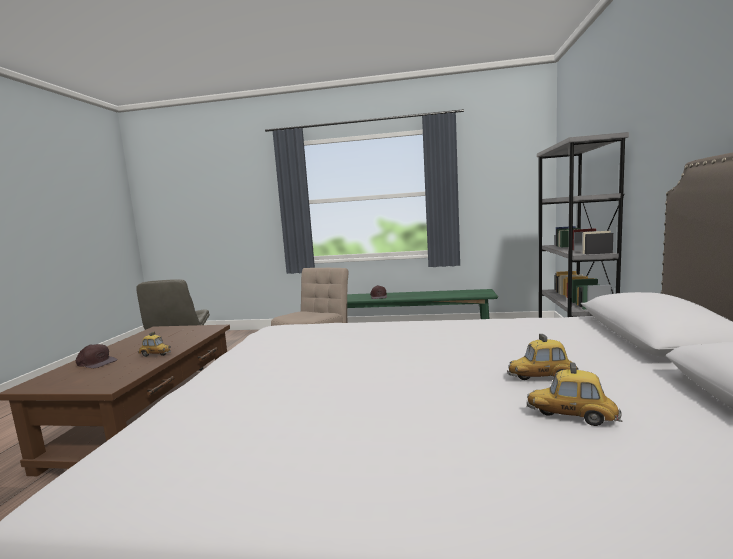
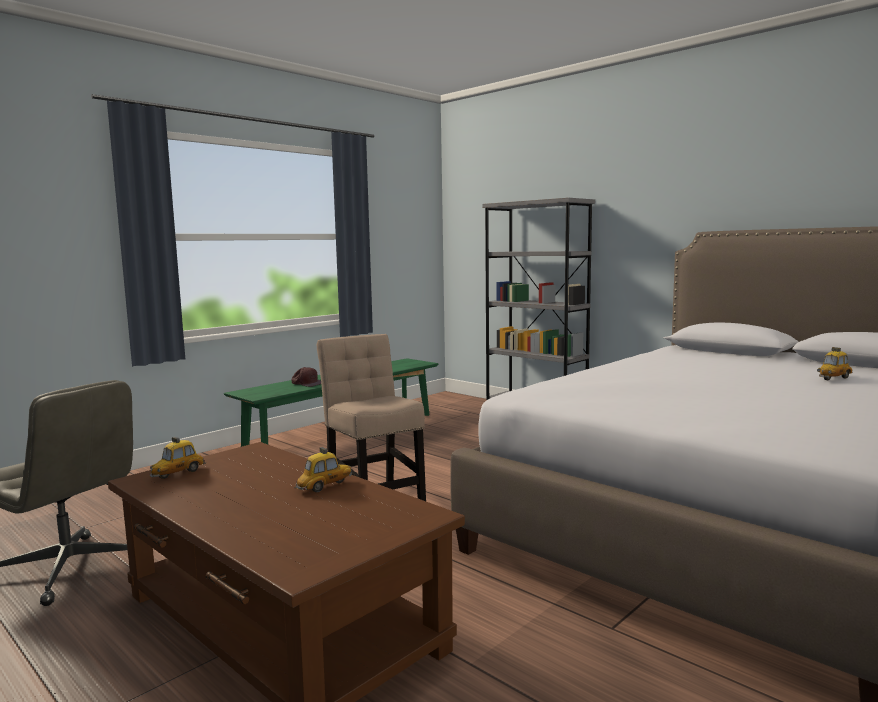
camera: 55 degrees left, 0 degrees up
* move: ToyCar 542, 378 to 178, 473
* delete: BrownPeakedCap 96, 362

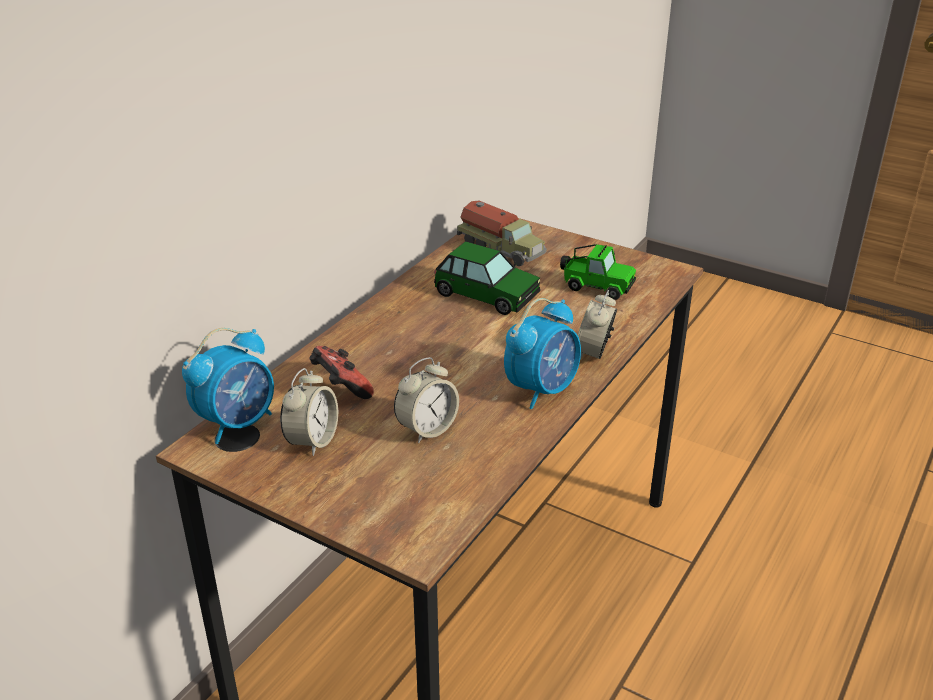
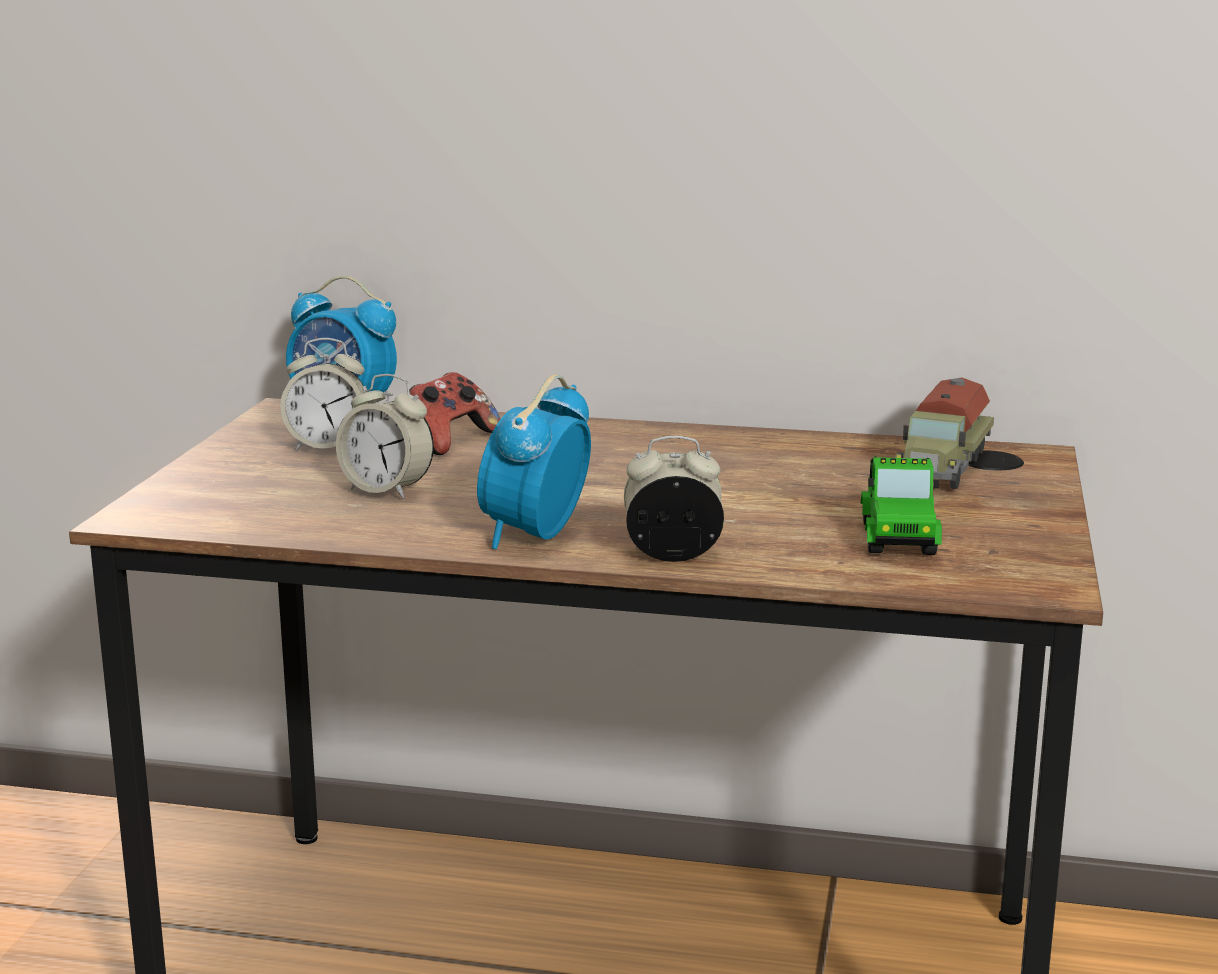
camera: 70 degrees right, 15 degrees down
* delete: ToyCar 486, 294
* rotate: TableClock 542, 389 = 534, 536 90 degrees clockwise

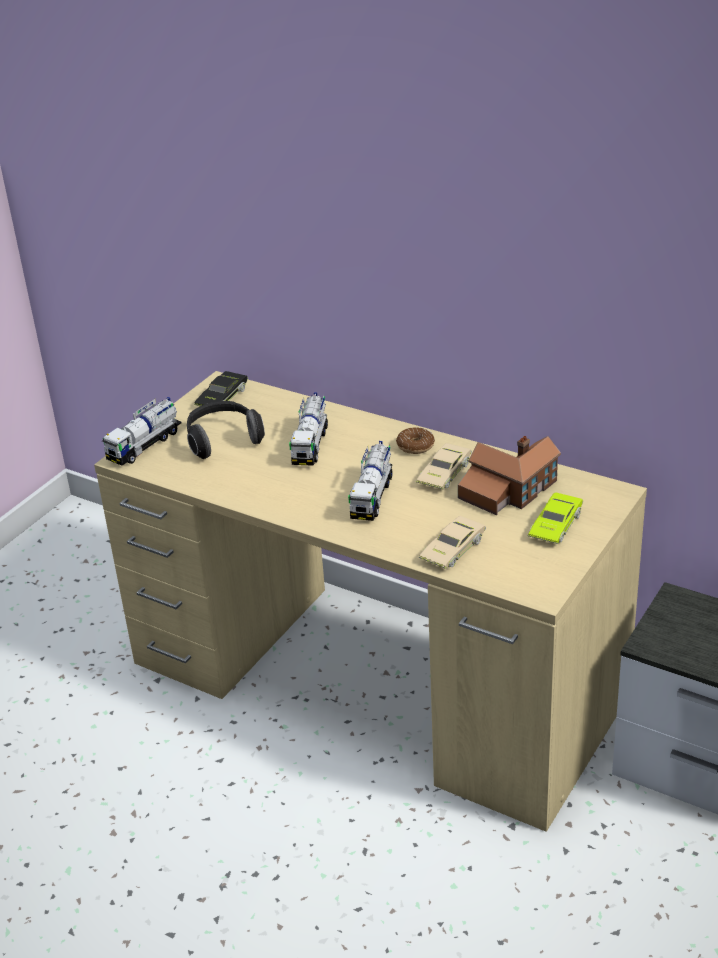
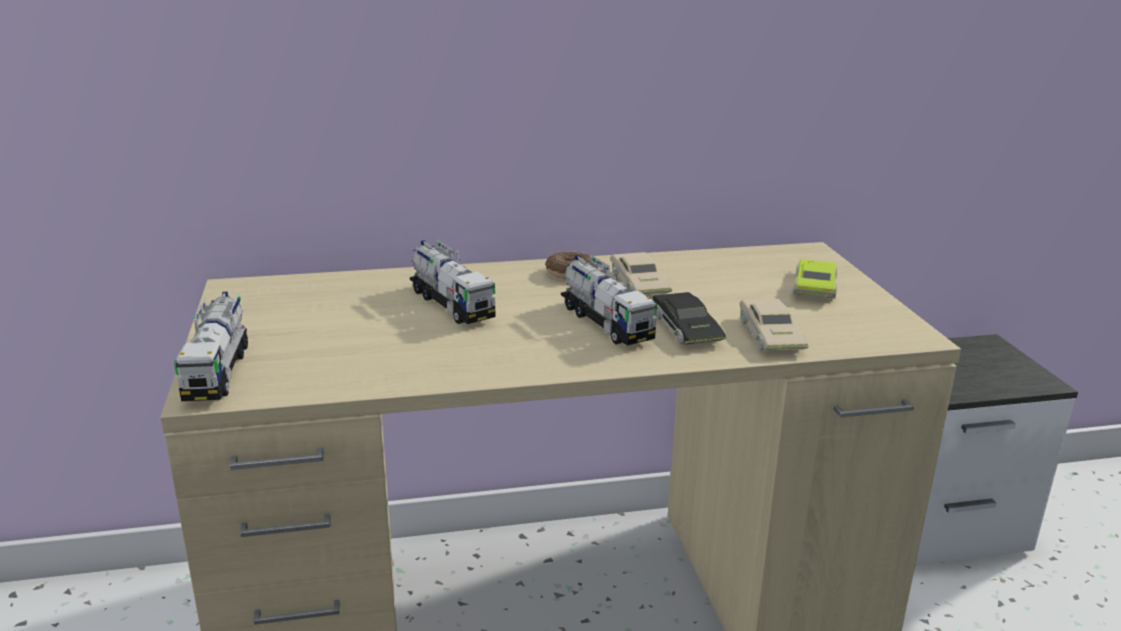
camera: 45 degrees left, 10 degrees down
* move: BlackToyCar 222, 397 to 686, 328
* delete: PairOfHeadphones 223, 440
* delete: ToyHouse 508, 490
* rotate: GreenToyCar 555, 525 = 814, 286 150 degrees counterclockwise

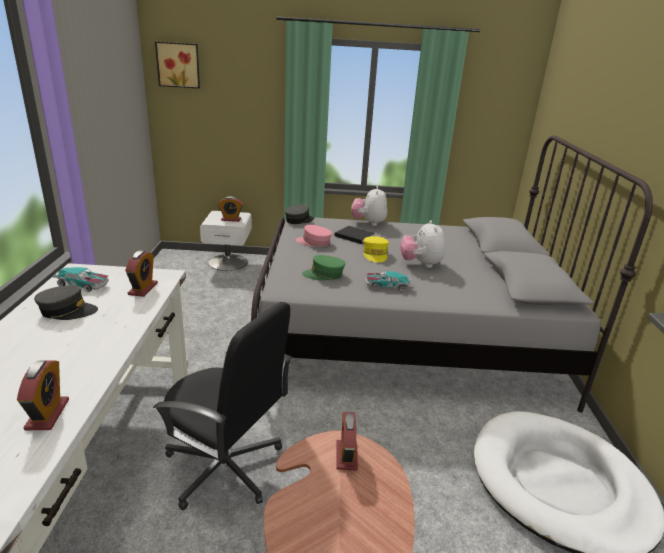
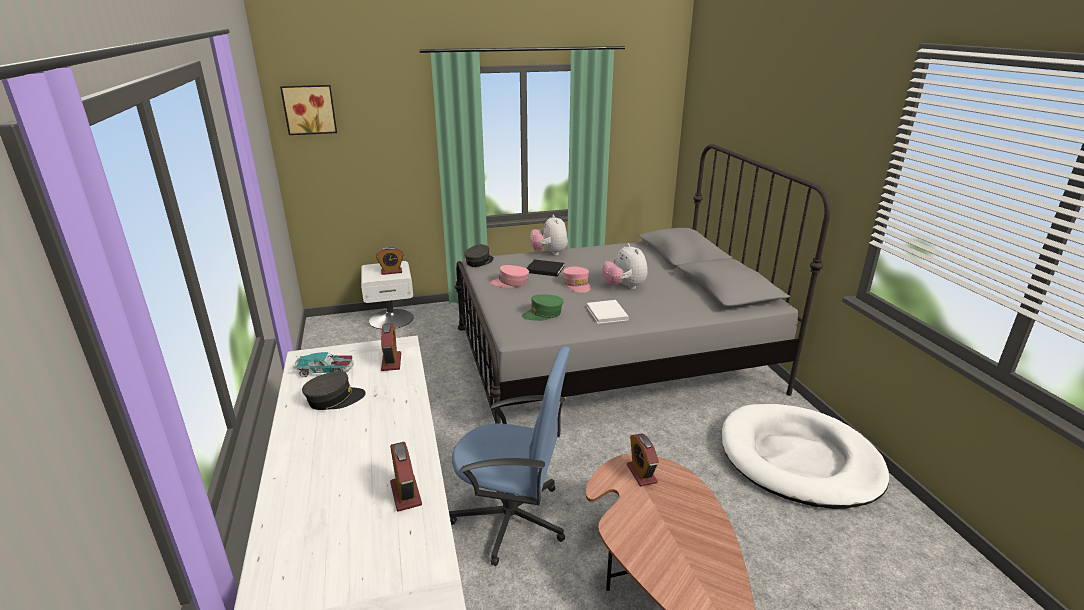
camera: 15 degrees left, 0 degrees up
* recolor: YellowPeakedCap 375, 254 to PinkPeakedCap 577, 285
* replace: ToyCar 386, 286 to WhiteVolume 607, 314
* recolor: BlackDeskChair 225, 467 to BlueDeskChair 512, 519

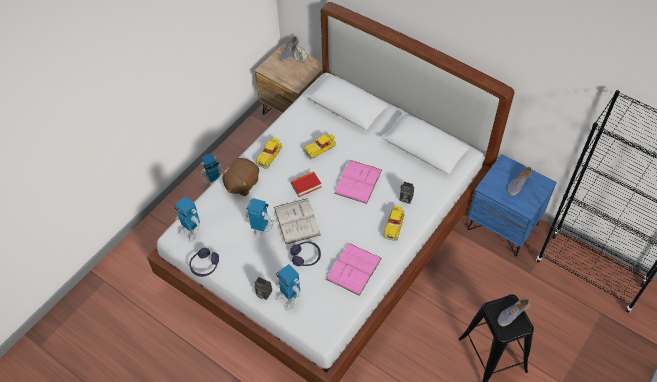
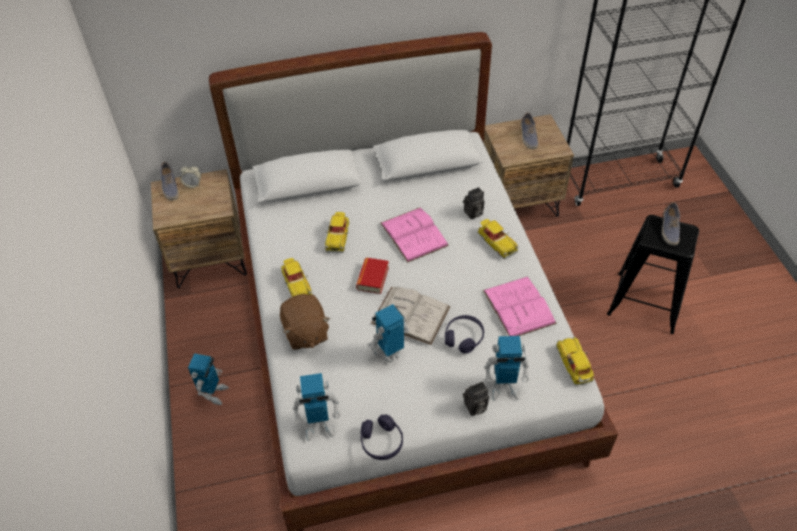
camera: 50 degrees left, 5 degrees down
* recolor: BlueBedsideTable 503, 226 to BrownBedsideTable 518, 202
* insert: ToyCar 574, 365

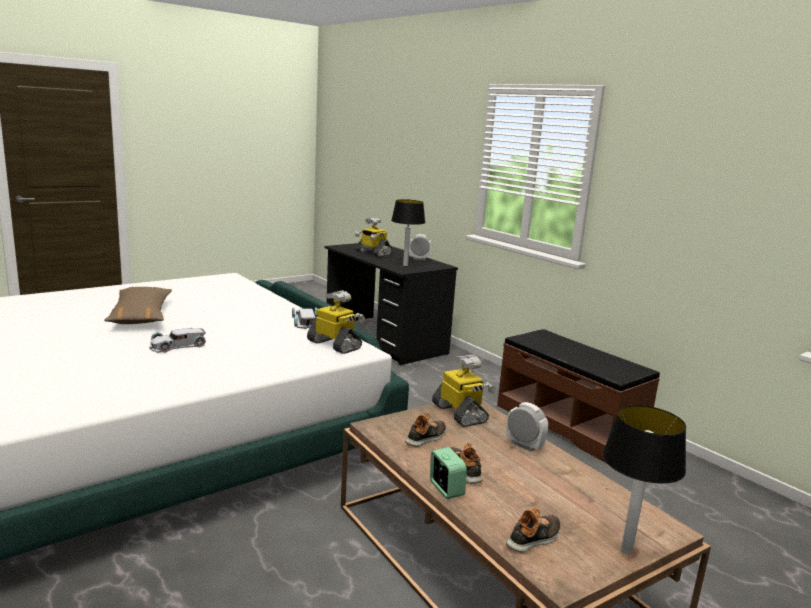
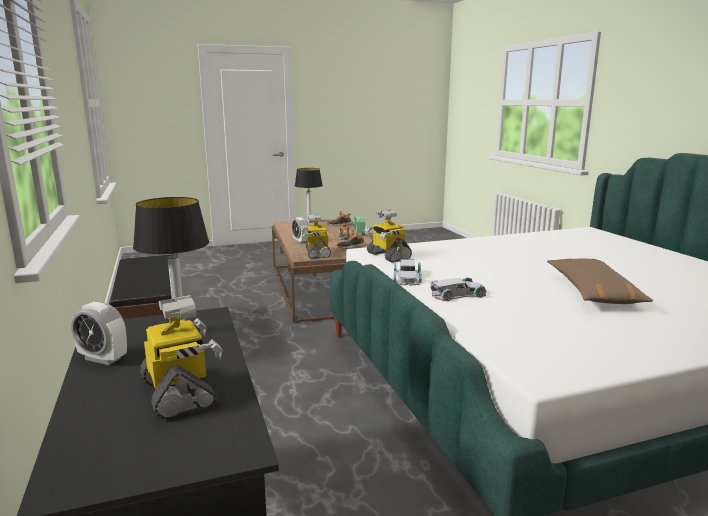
camera: 160 degrees left, 0 degrees up
* move: WhiteToyCar 177, 345 to 458, 295

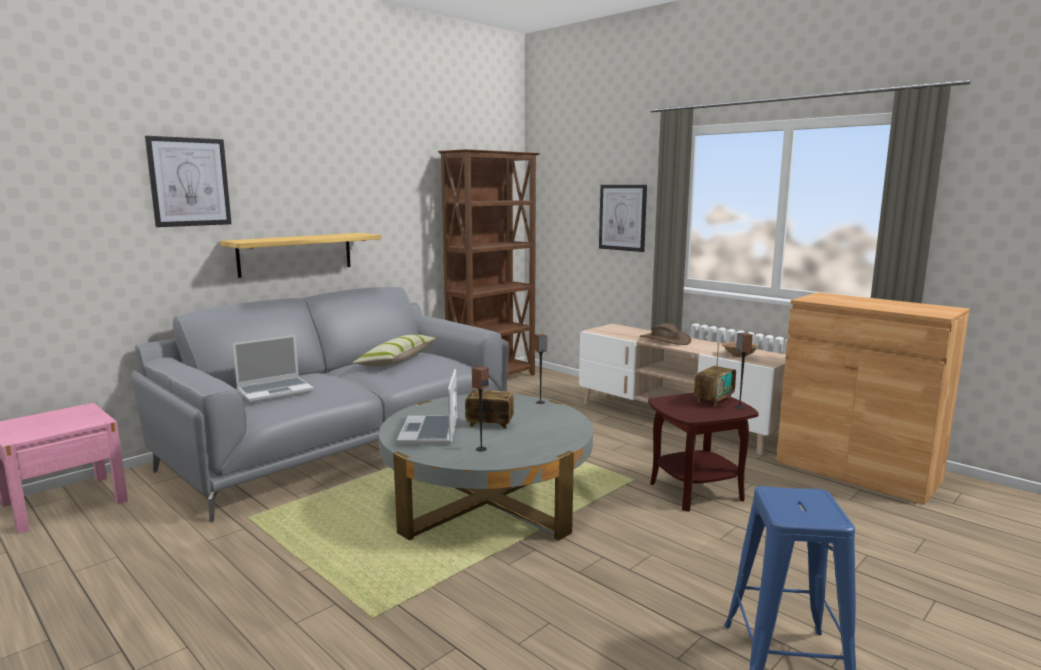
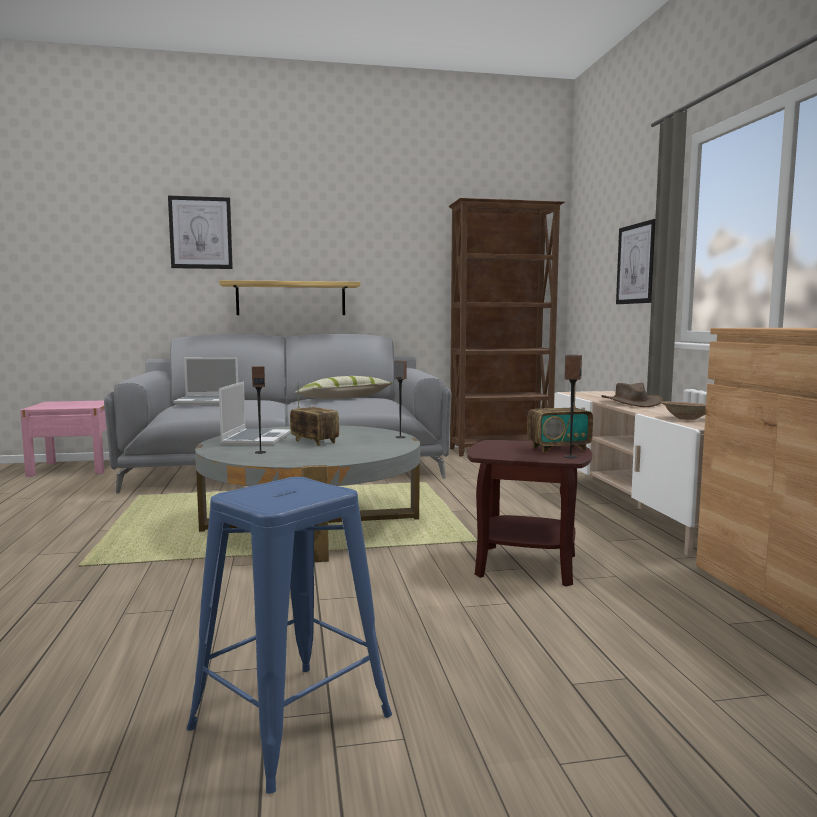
camera: 35 degrees right, 5 degrees down
* rotate: Laptop 430, 432 = 256, 439 150 degrees clockwise

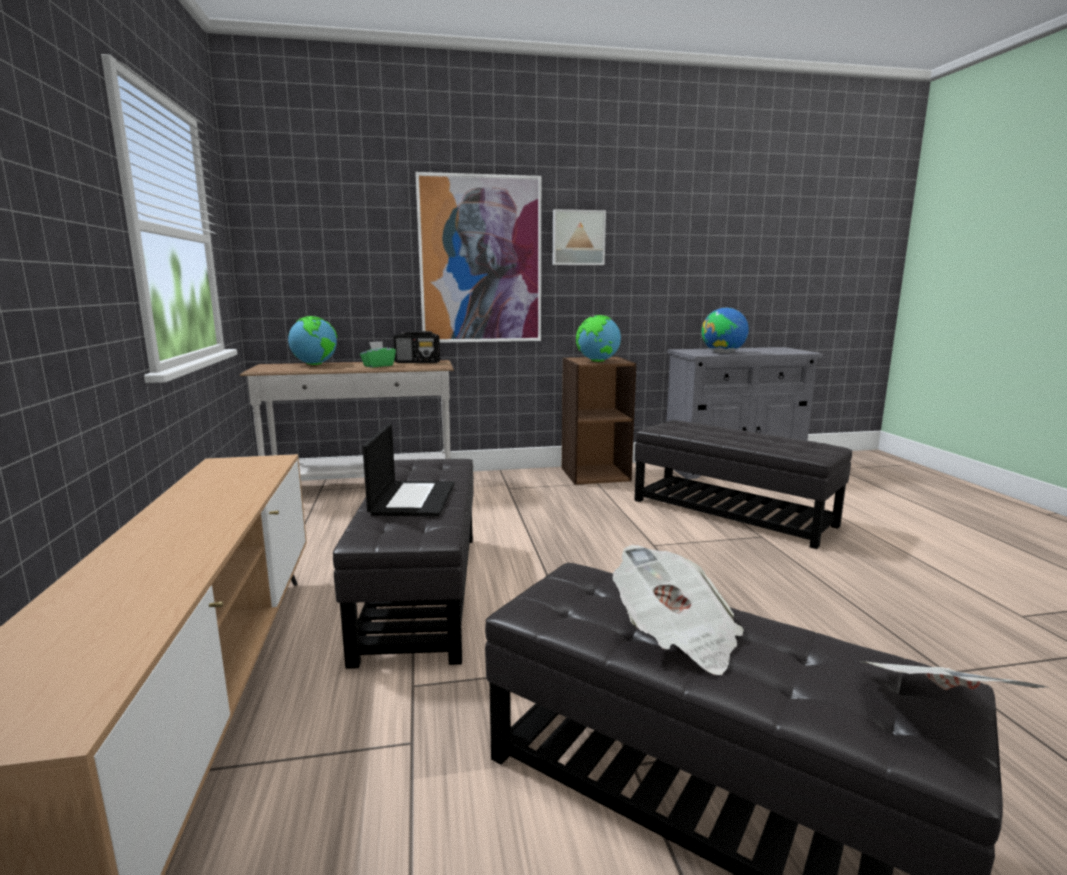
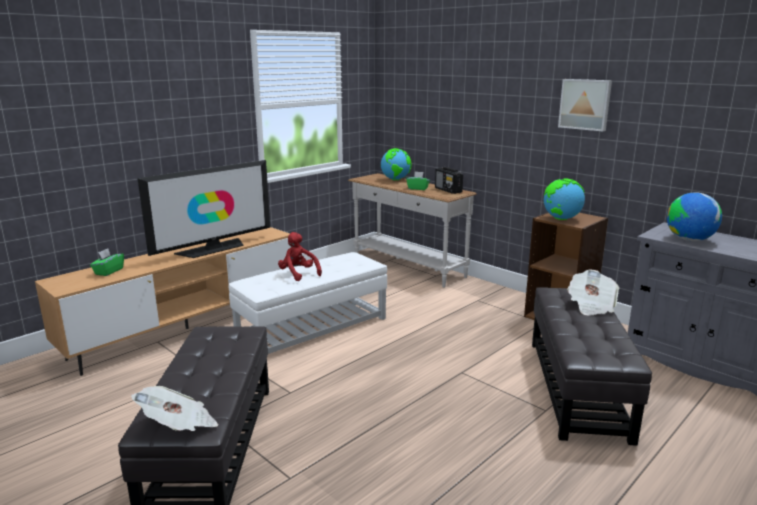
camera: 55 degrees right, 5 degrees up
* delete: WallArt 480, 260
* replace: Laptop 412, 498 to RedPlushToy 298, 274
* recolor: BlackFootrest 420, 591 to WhiteFootrest 312, 328
* move: PrintedPaper 676, 637 to 591, 305
* insert: Television 213, 249
* insert: GreenBoxOfTissues 108, 271

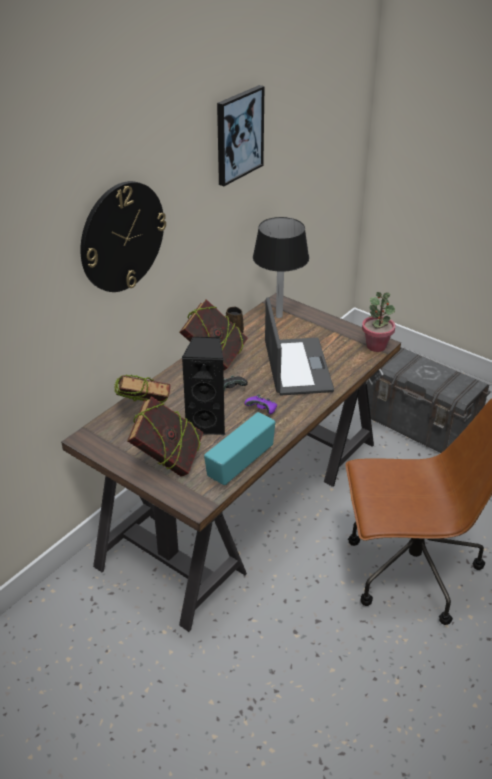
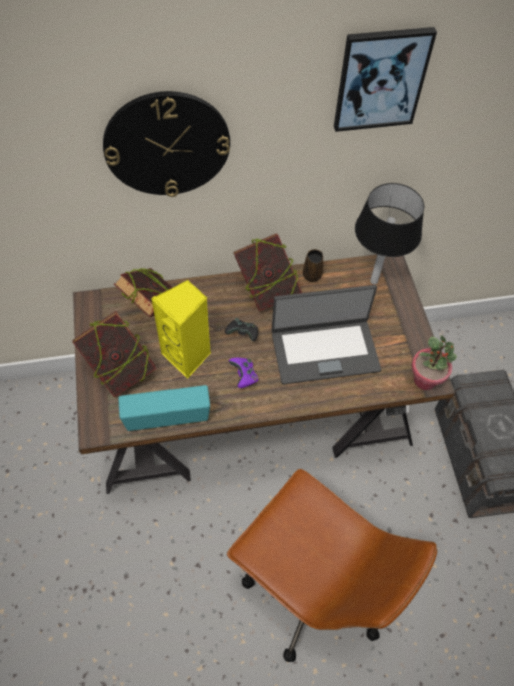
camera: 40 degrees right, 20 degrees up
* rotate: Laptop 296, 367 = 324, 350 45 degrees clockwise
* recolor: BlackAudioSpeaker 207, 423 to YellowAudioSpeaker 188, 356

